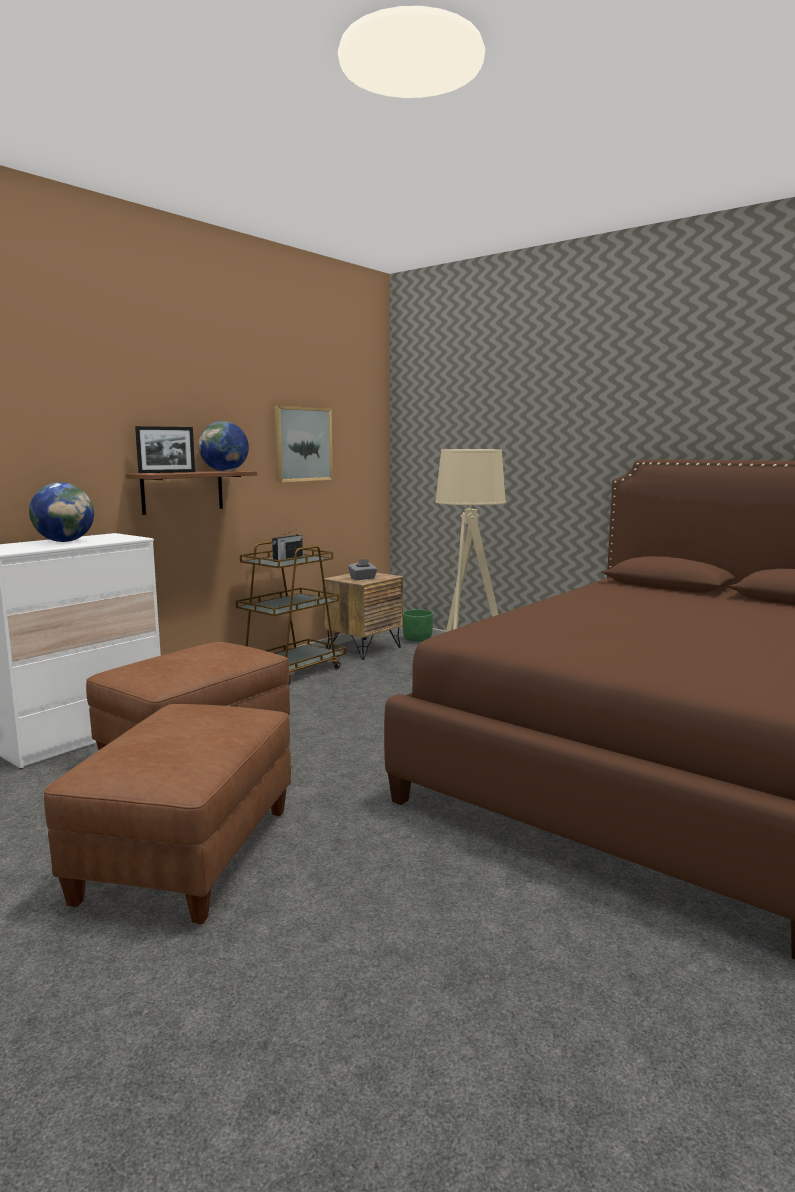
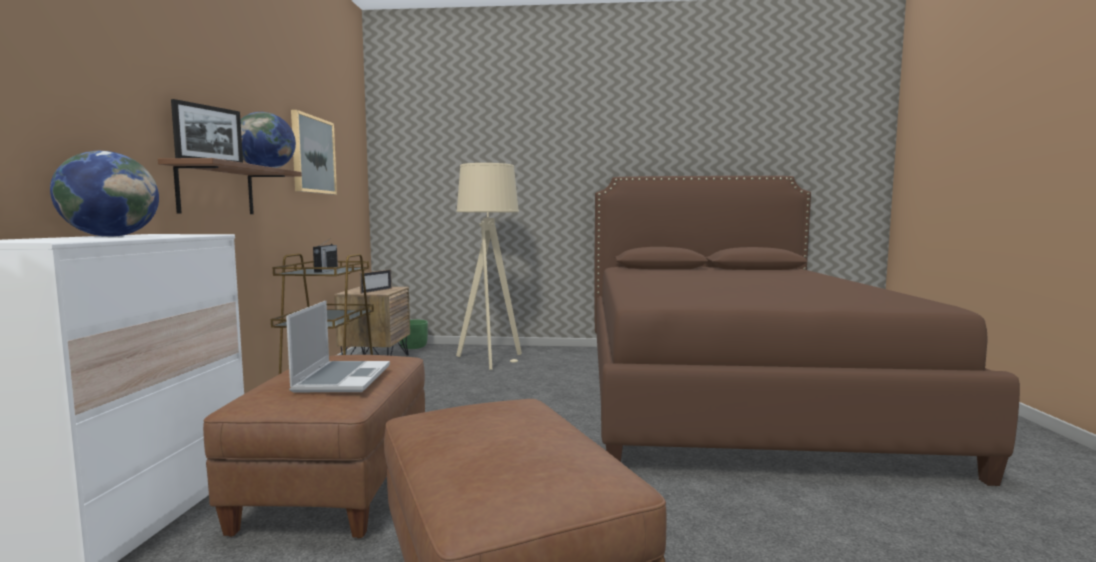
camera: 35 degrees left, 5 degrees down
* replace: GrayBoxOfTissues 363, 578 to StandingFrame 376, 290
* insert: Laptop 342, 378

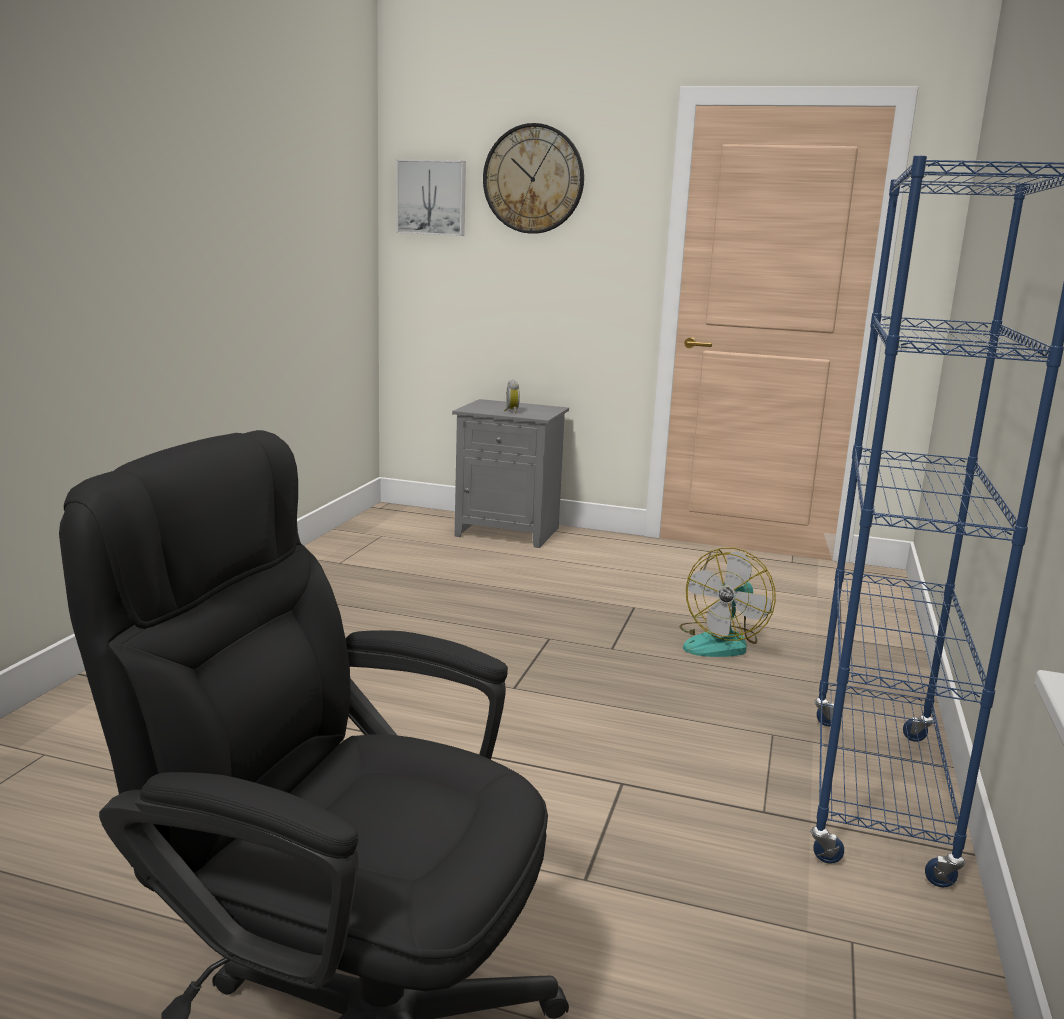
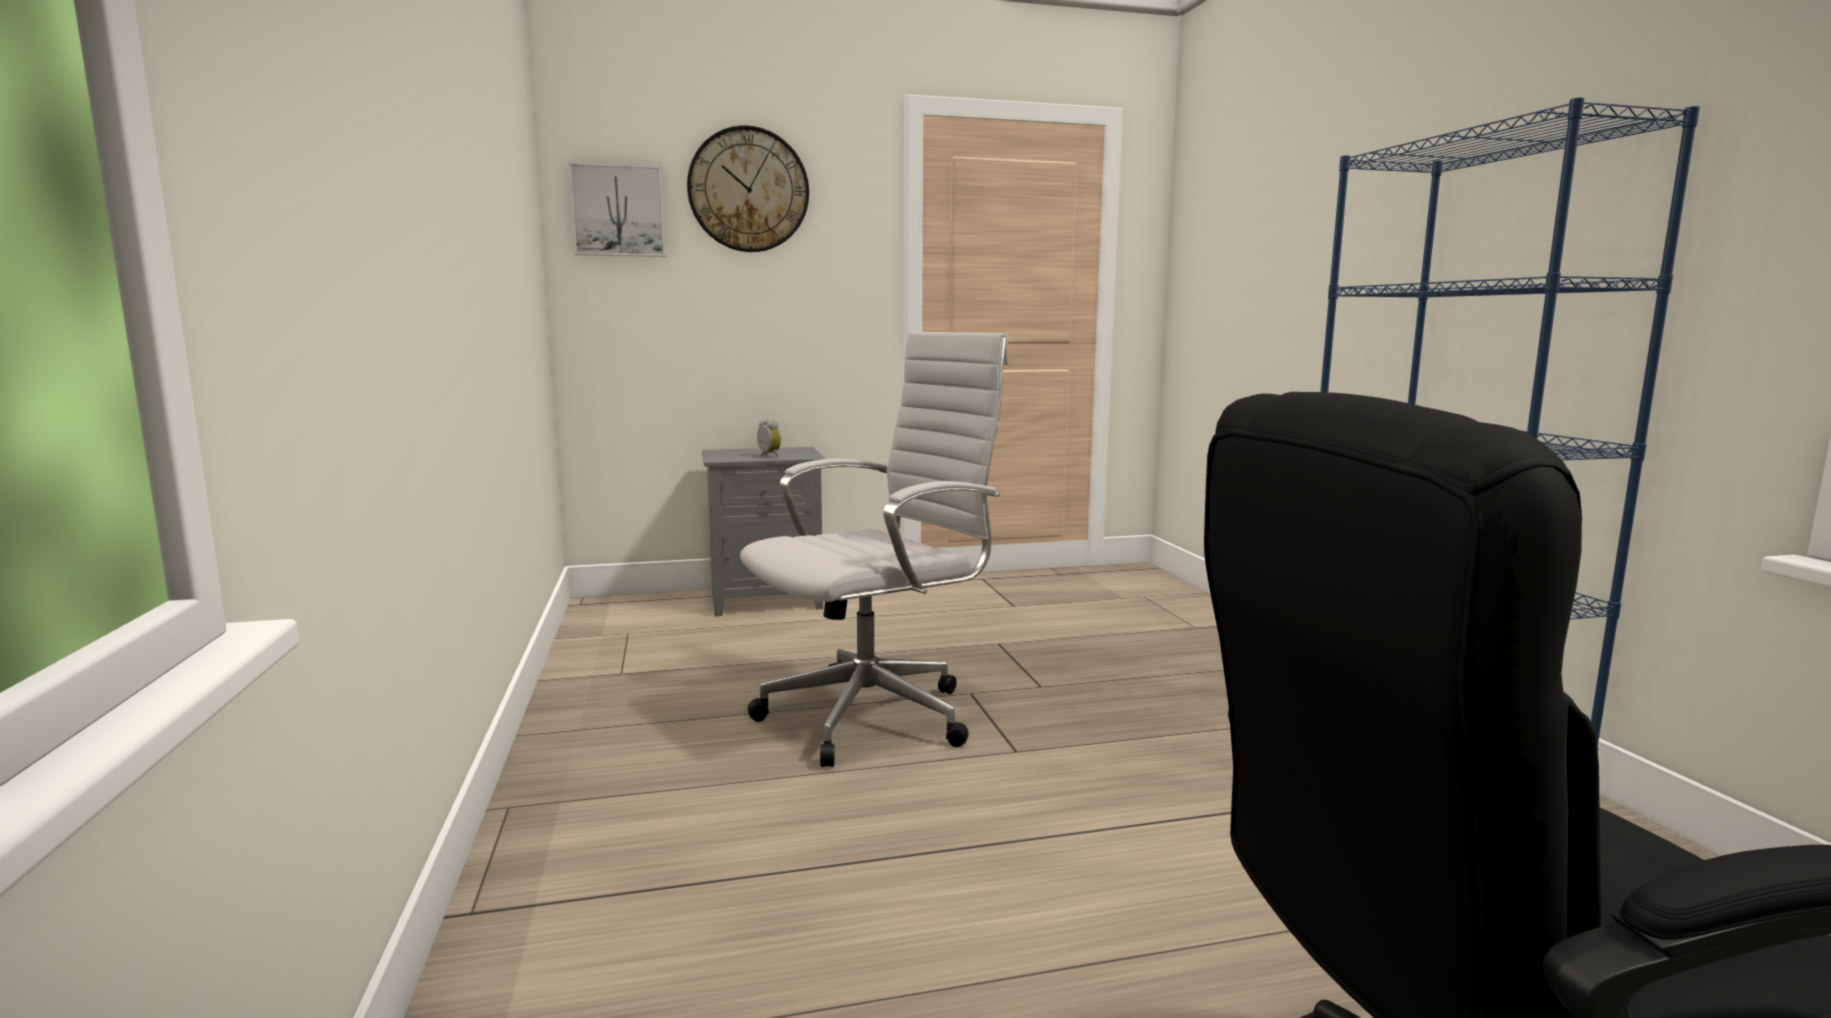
camera: 30 degrees left, 5 degrees down
* delete: CoolingFan 721, 642
* insert: WhiteDeskChair 876, 715

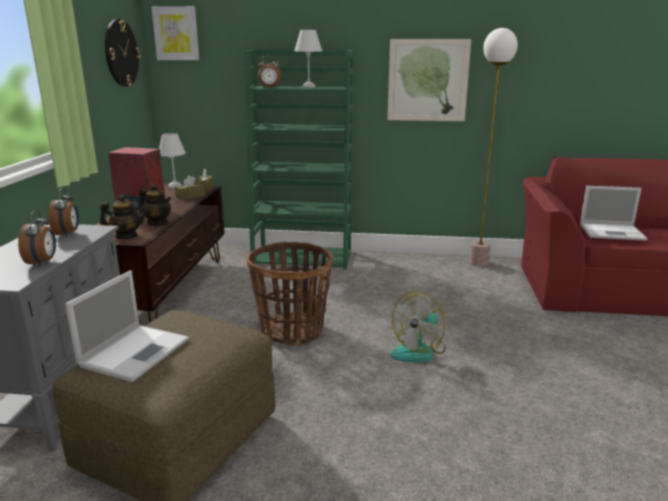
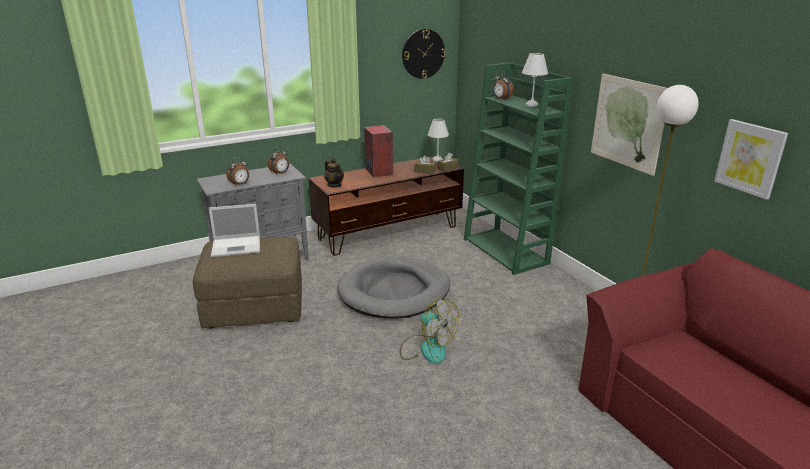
camera: 55 degrees right, 5 degrees up
* move: WallArt 176, 33 to 750, 158
* delete: TeaPot 158, 223
* delete: Laptop 613, 232
* replace: HouseholdBasket 292, 331 to GrayPetBed 394, 291
* rotate: CoolingFan 419, 351 = 427, 348 150 degrees counterclockwise

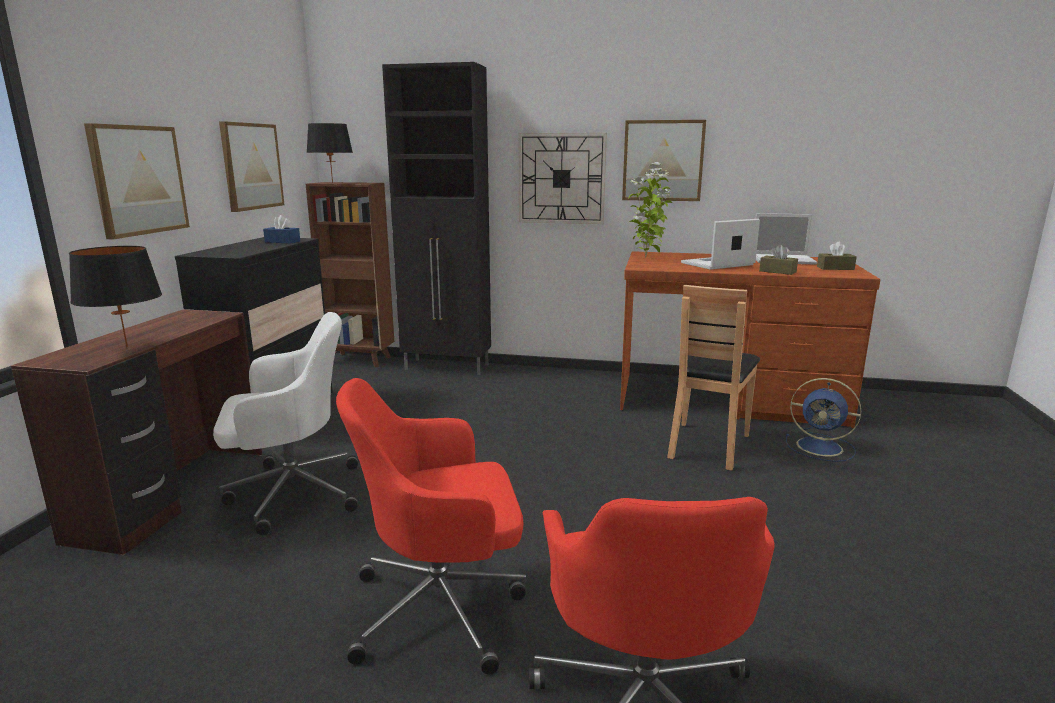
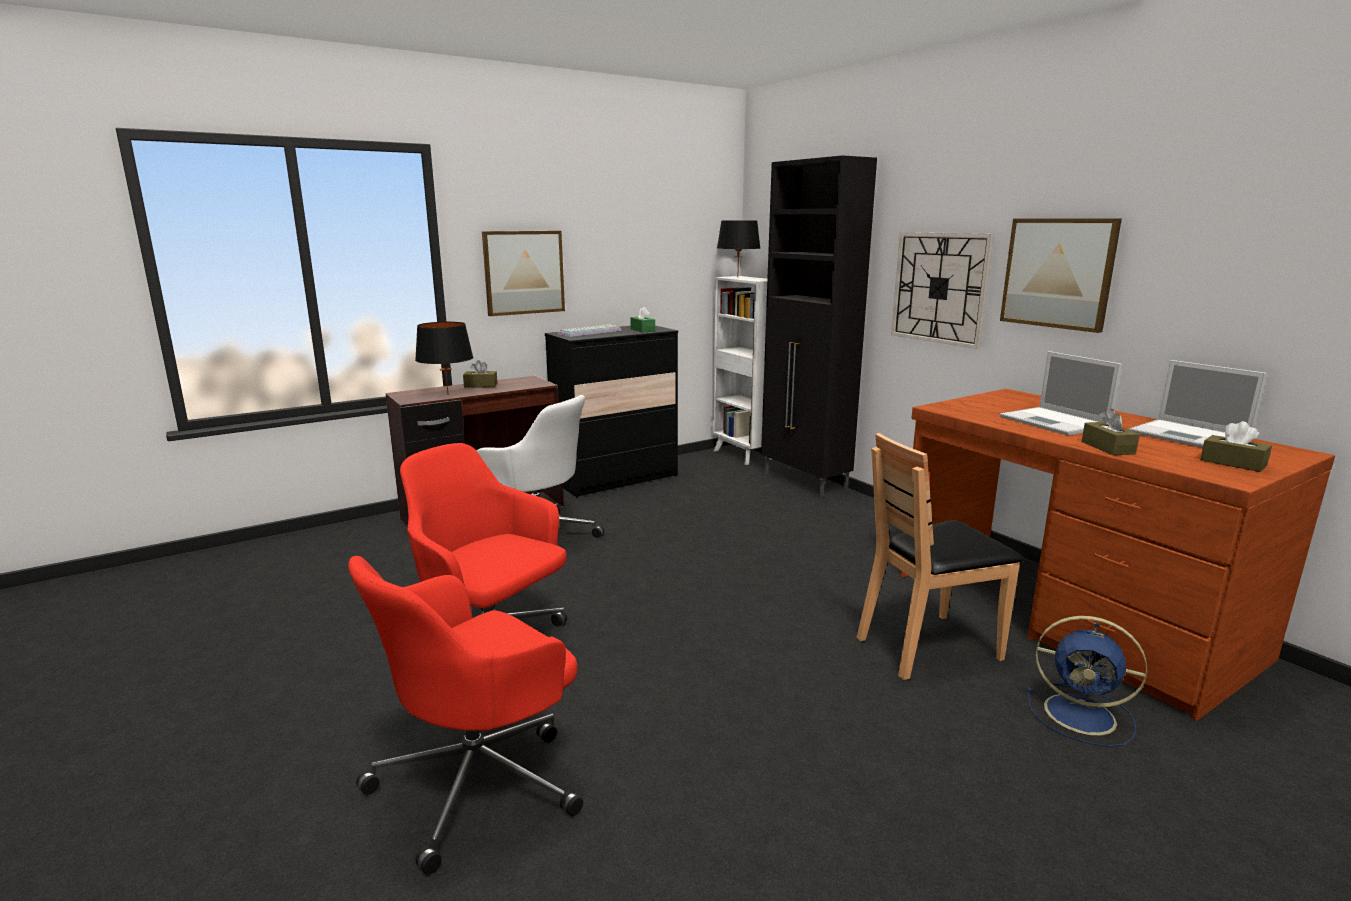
camera: 45 degrees right, 0 degrees up
* delete: WallArt 251, 166
* delete: PlantInAPot 647, 258
* recolor: BrownShelvingUnit 360, 360 to WhiteShelvingUnit 743, 455
* recolor: BlueBoxOfTissues 282, 241 to GreenBoxOfTissues 642, 330
* rotate: Laptop 716, 264 = 1055, 422 135 degrees counterclockwise
* rotate: BlueCoolingFan 821, 447 = 1083, 715 45 degrees counterclockwise
* insert: PcKeyboard 590, 332
* insert: BrownBoxOfTissues 480, 385

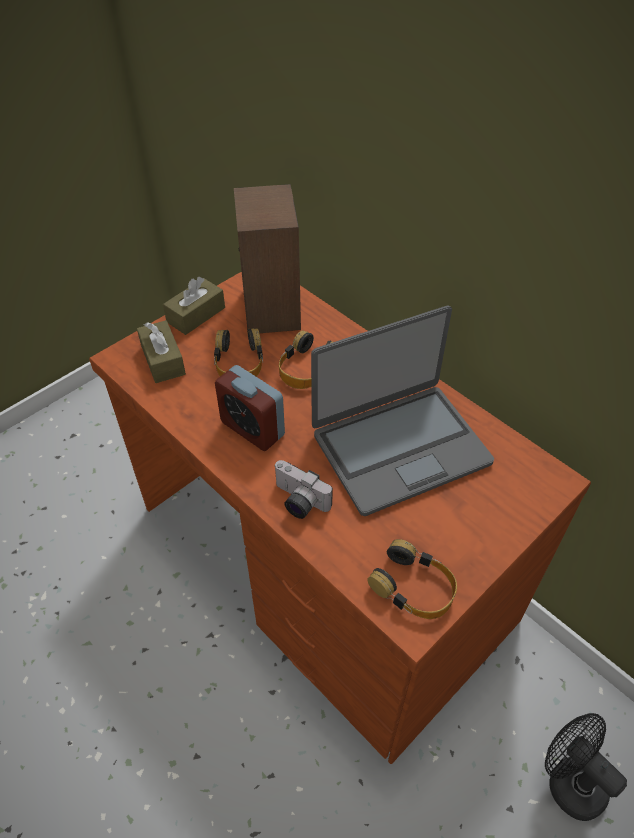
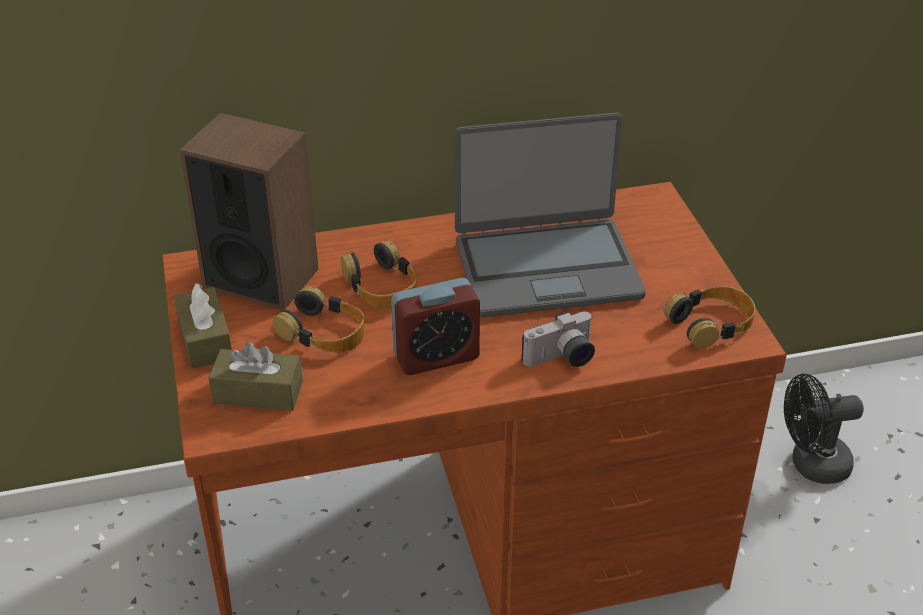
camera: 60 degrees left, 10 degrees down
* rotate: Laptop 399, 447 = 546, 268 75 degrees clockwise

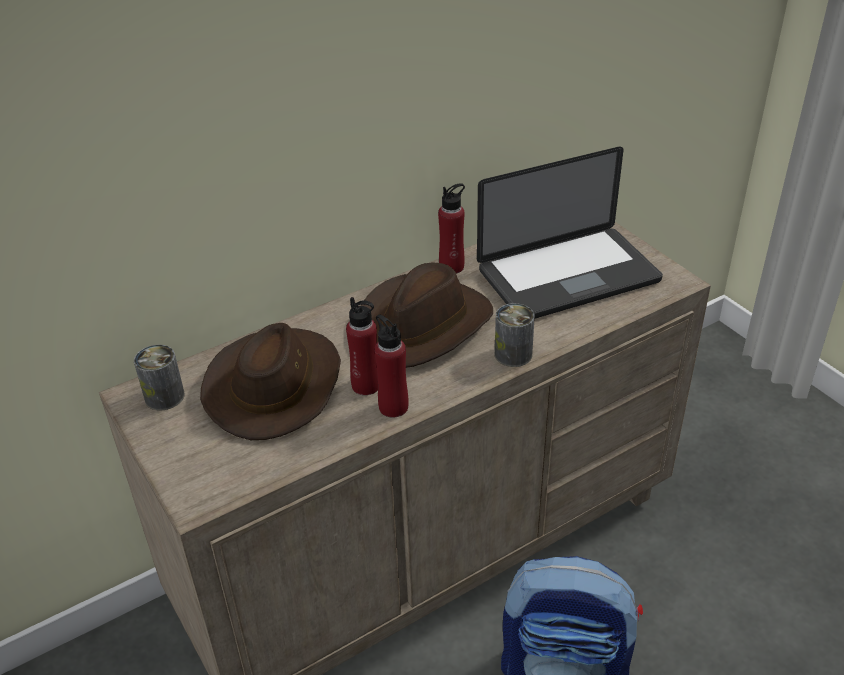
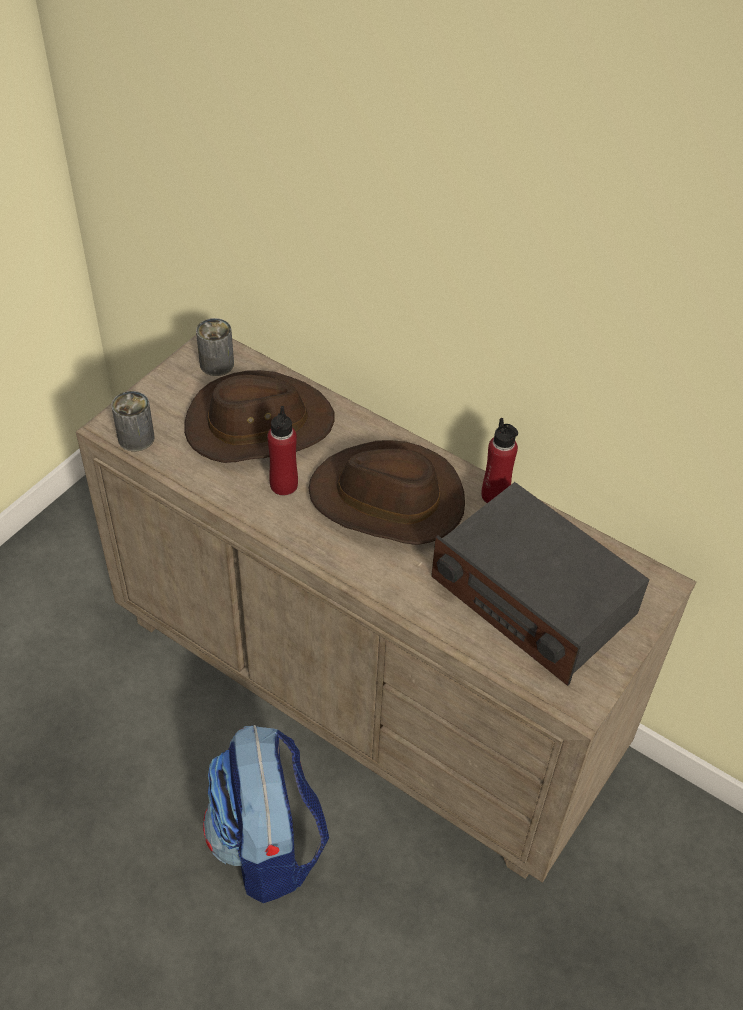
camera: 65 degrees right, 10 degrees up
* replace: Laptop 568, 276 to RadioReceiver 533, 598
* move: Can 513, 354 to 136, 438
* delete: RedDrinkBottle 393, 407

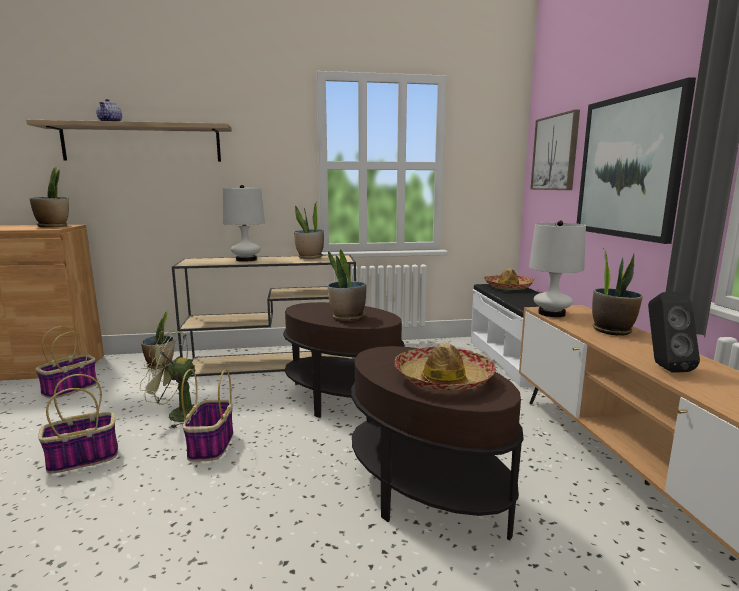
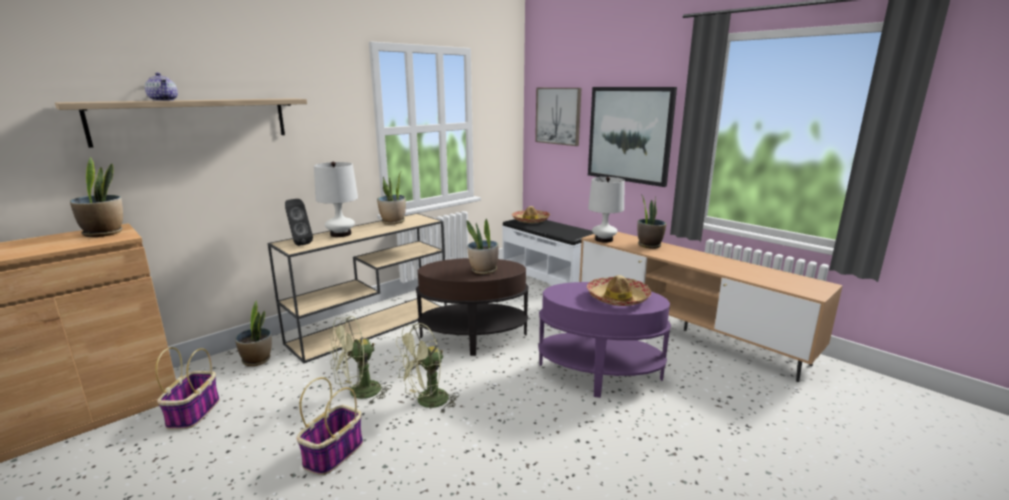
camera: 35 degrees left, 5 degrees up
* move: BlackAudioSpeaker 663, 367 to 299, 243
* recolor: BrownEndTable 426, 492 to PurplishEndTable 599, 375
* replace: HouseholdBasket 211, 445 to GreenCoolingFan 427, 402

